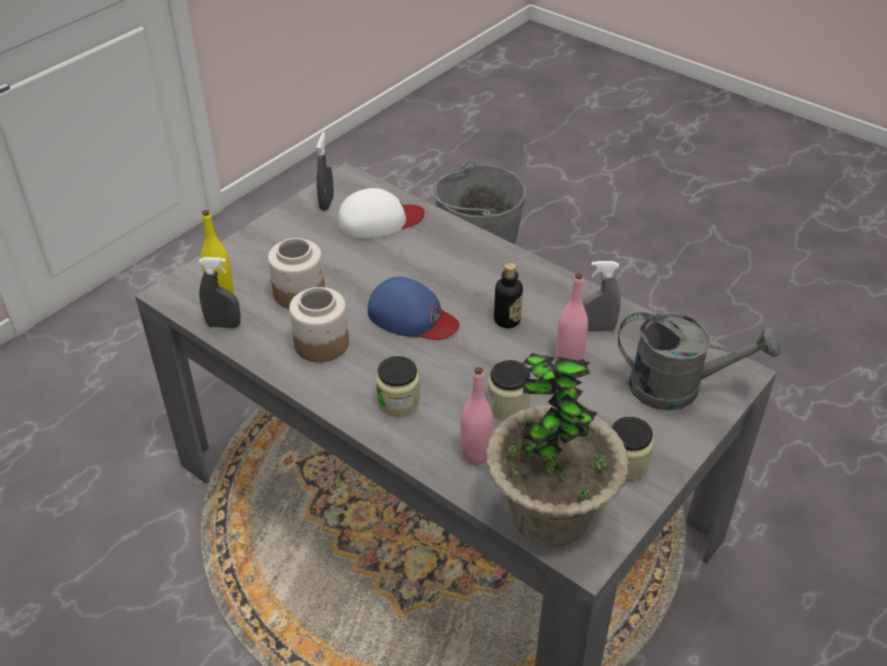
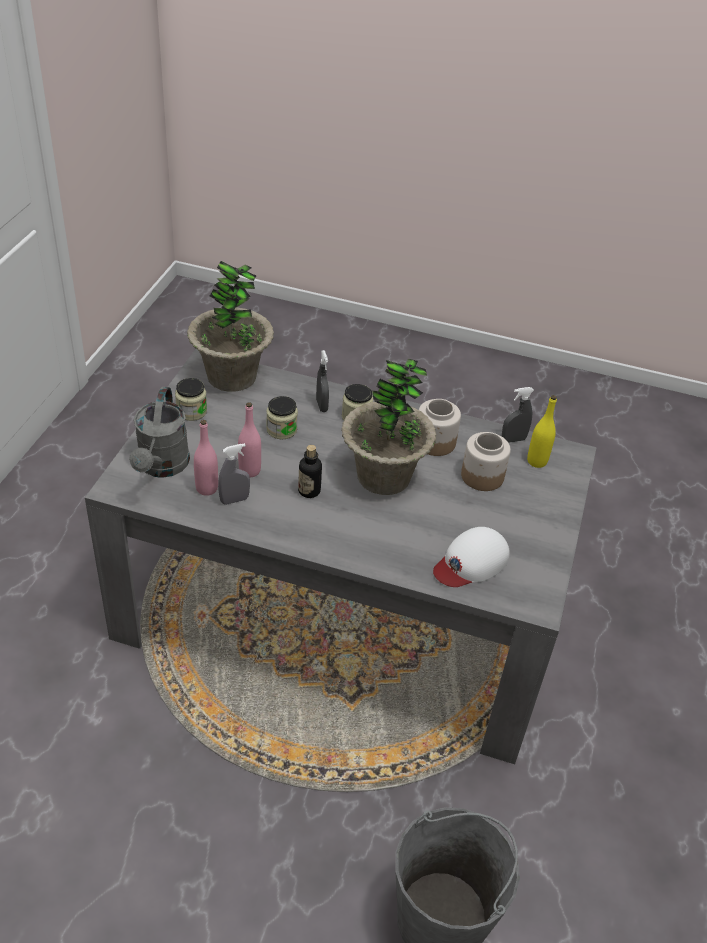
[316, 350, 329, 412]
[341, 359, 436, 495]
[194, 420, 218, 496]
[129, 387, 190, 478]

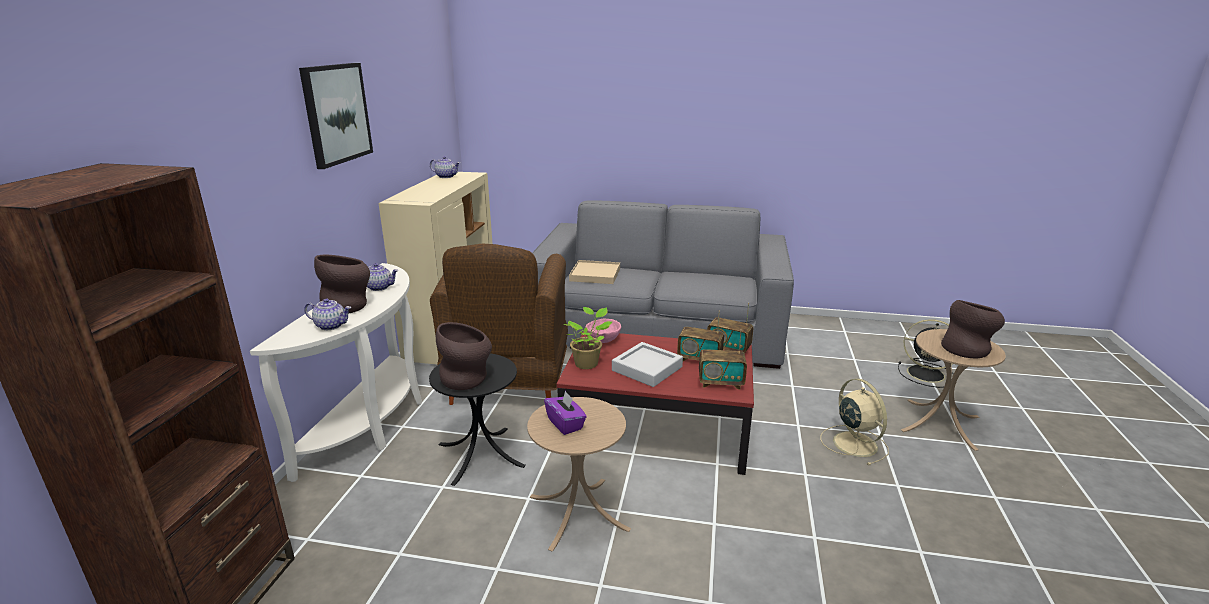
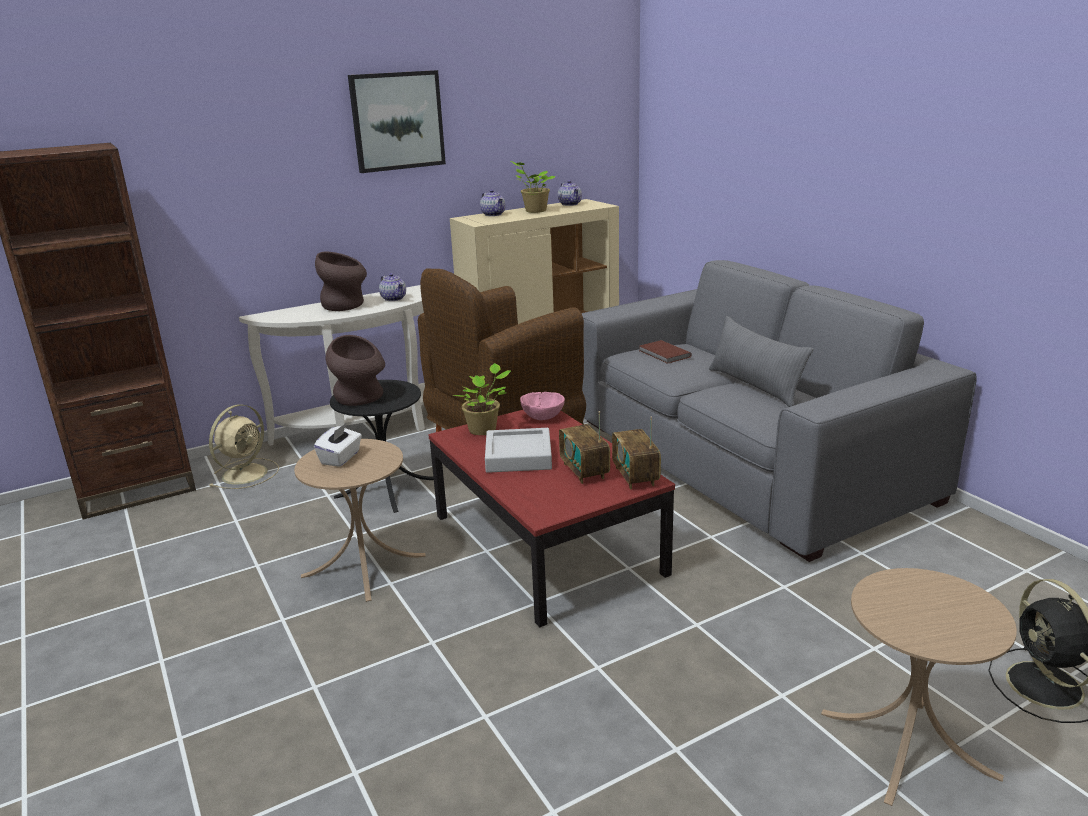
[480, 189, 505, 216]
[314, 423, 362, 467]
[639, 340, 692, 364]
[699, 329, 747, 389] (first image)
[209, 404, 279, 489]
[941, 300, 1005, 358] (first image)
[510, 161, 556, 213]
[709, 316, 813, 407]

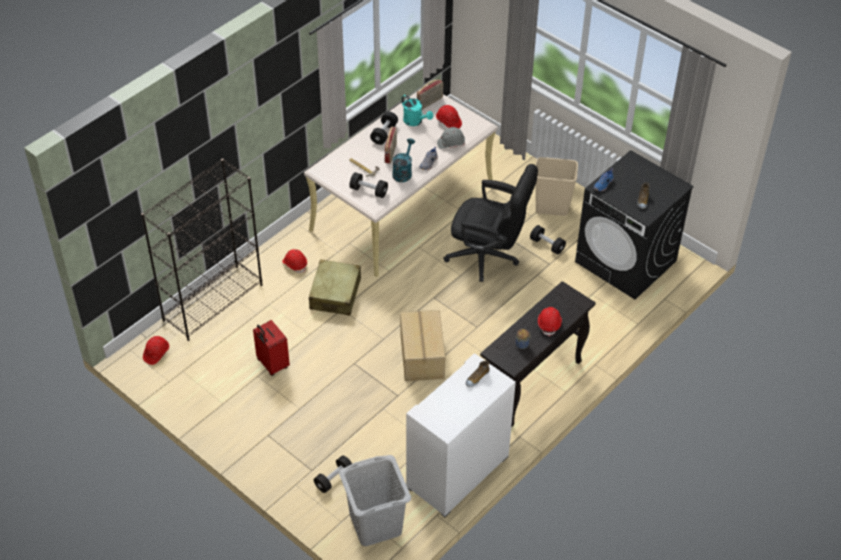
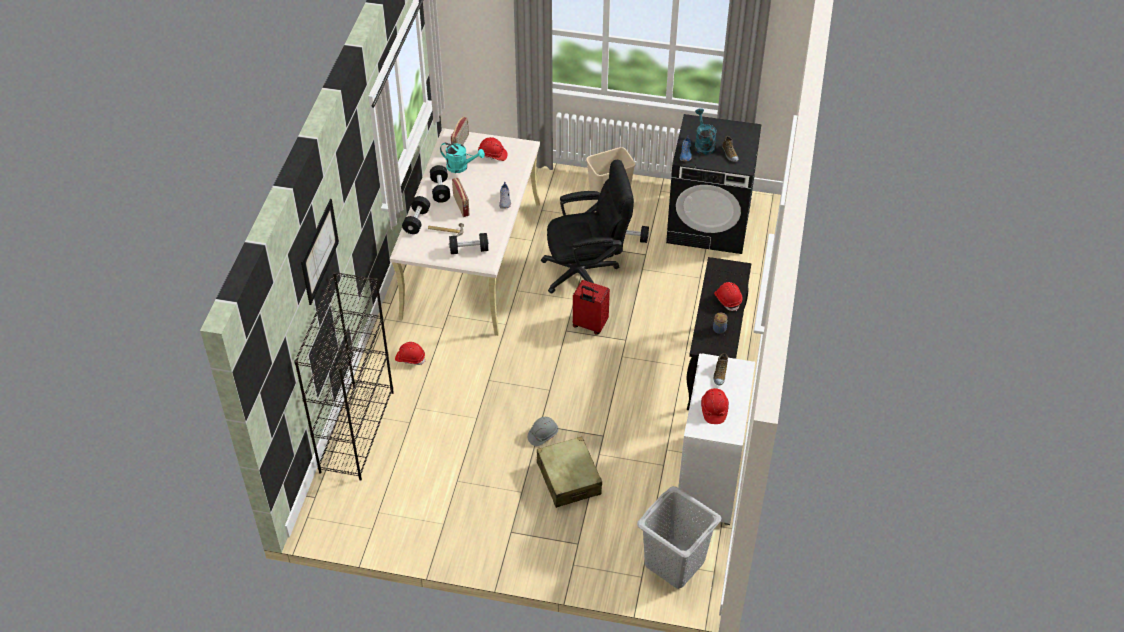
[701, 388, 729, 424]
[573, 280, 610, 335]
[537, 436, 602, 508]
[402, 196, 430, 234]
[695, 108, 717, 155]
[400, 310, 445, 381] (first image)
[527, 417, 558, 447]
[301, 199, 339, 305]

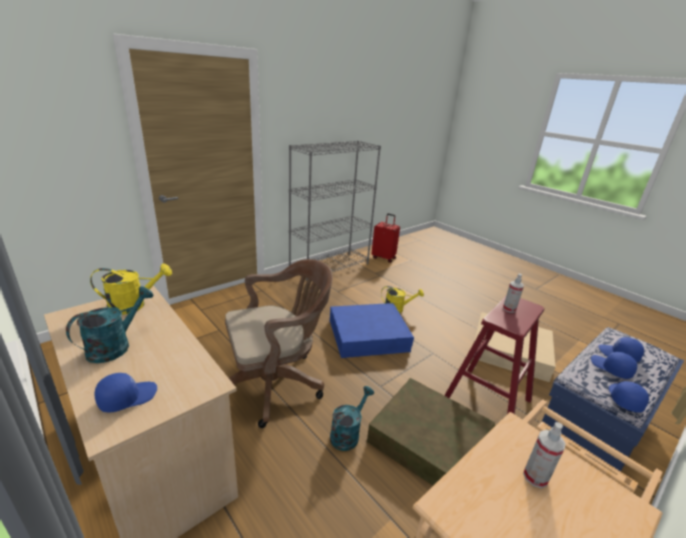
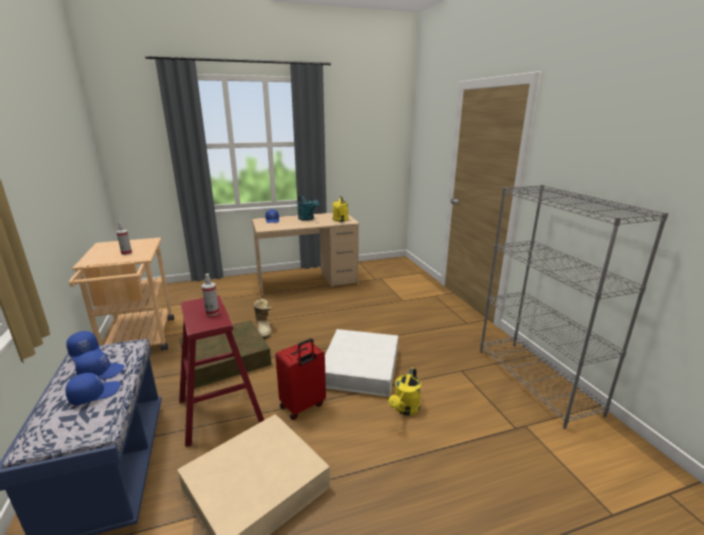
[225, 259, 333, 428] (first image)
[325, 329, 398, 397]
[254, 299, 272, 339]
[275, 338, 326, 420]

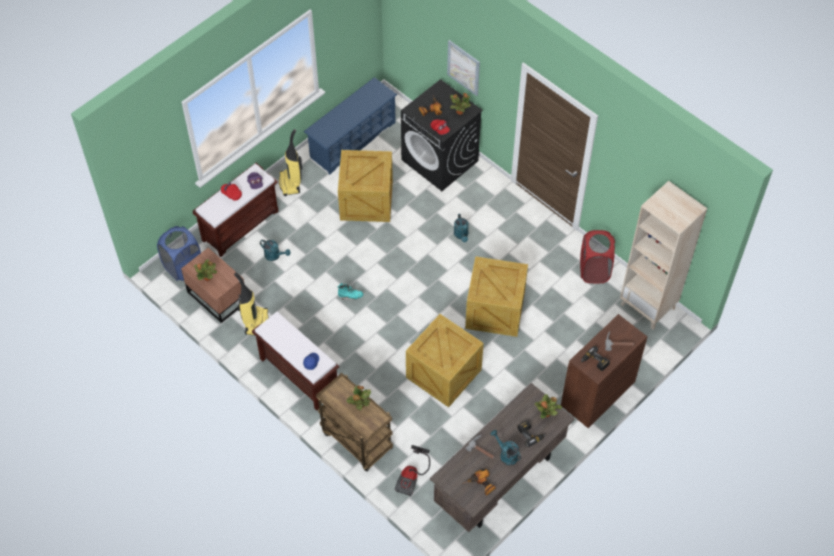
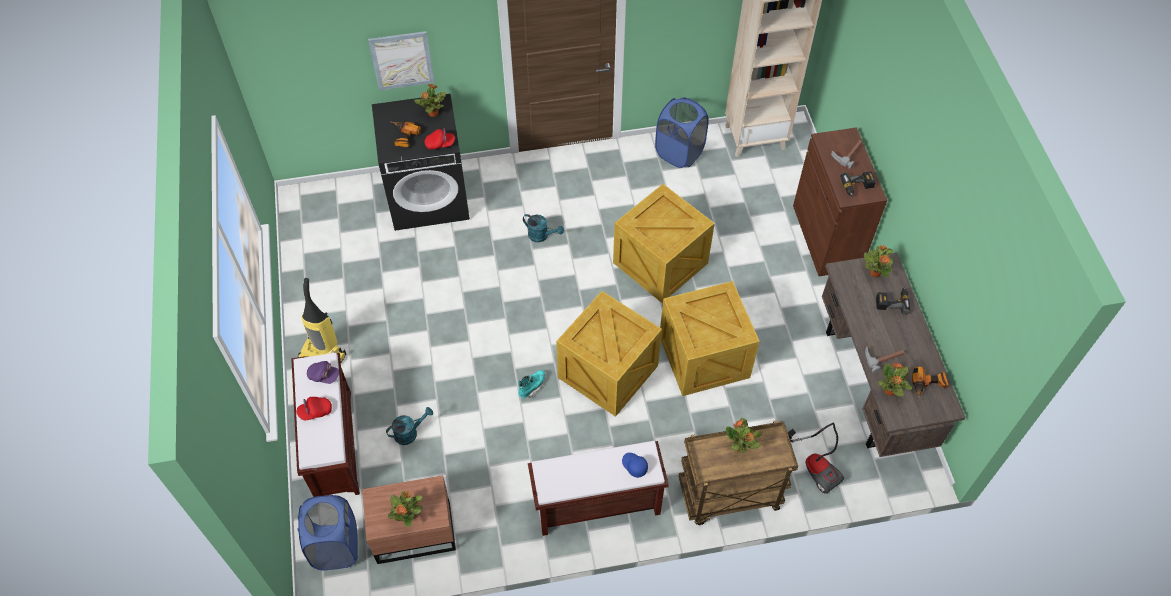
[234, 273, 268, 335] (first image)
[304, 77, 397, 175] (first image)
[556, 291, 662, 417]
[490, 430, 521, 465] (first image)
[655, 97, 709, 168]
[878, 363, 912, 397]

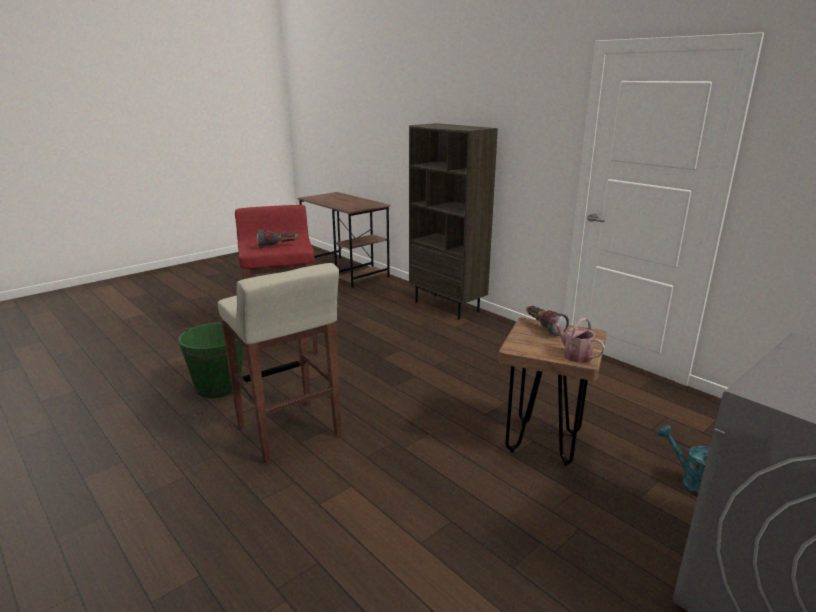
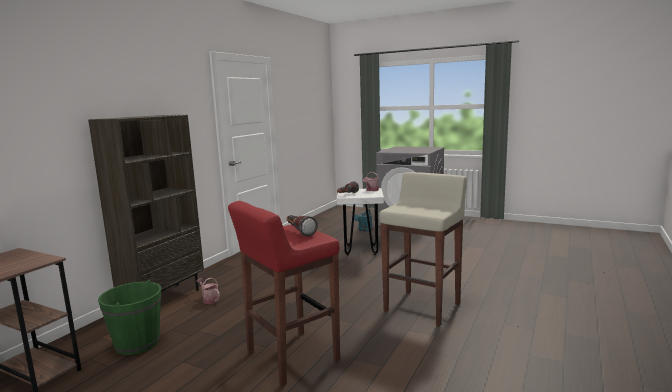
[98, 279, 161, 355]
[337, 188, 384, 256]
[196, 277, 220, 304]

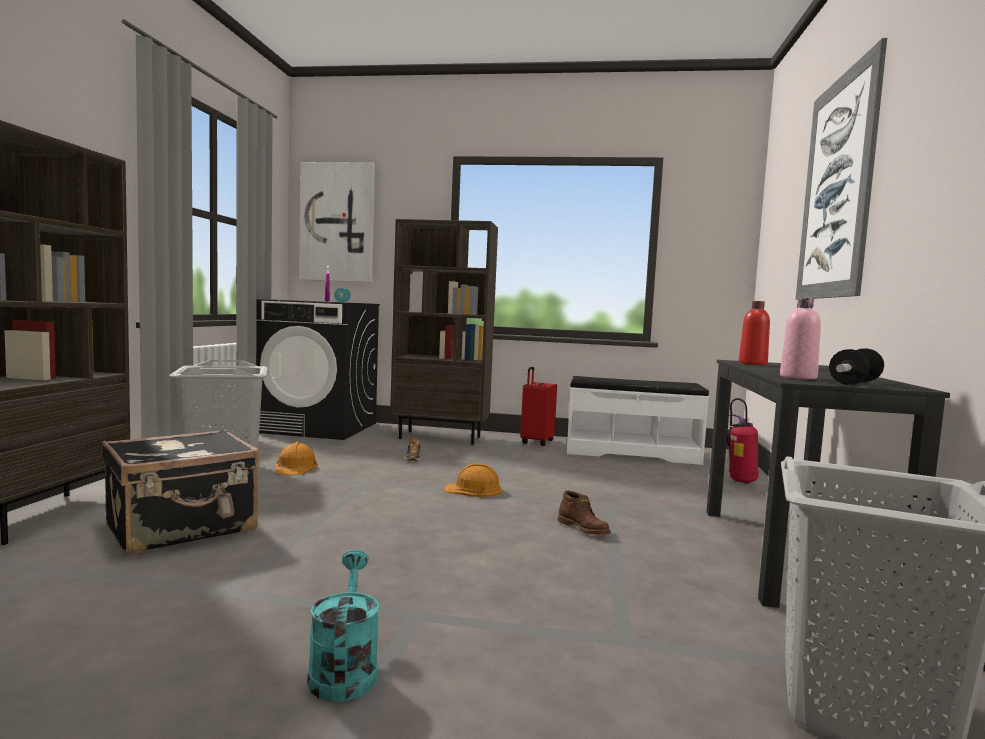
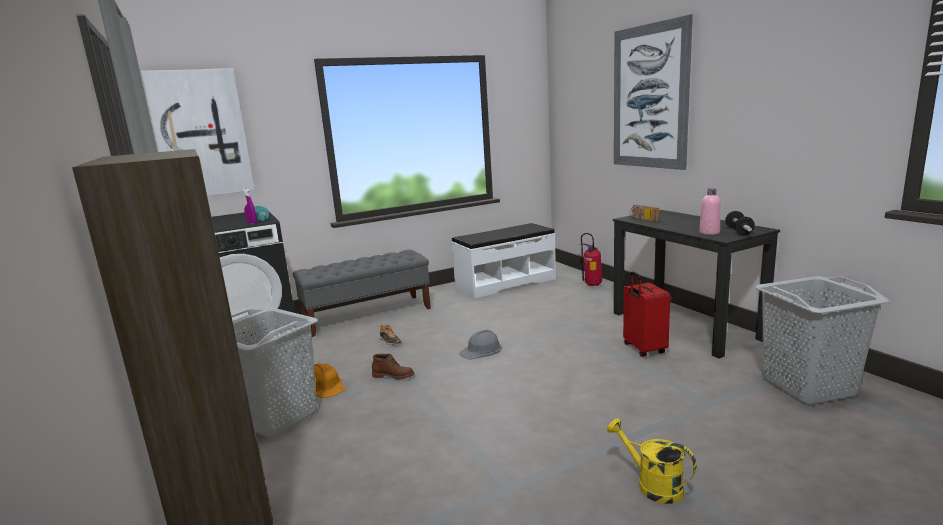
[102, 429, 259, 555] (first image)
[607, 418, 697, 504]
[292, 250, 431, 337]
[459, 329, 502, 360]
[623, 271, 670, 357]
[372, 354, 414, 379]
[630, 204, 659, 222]

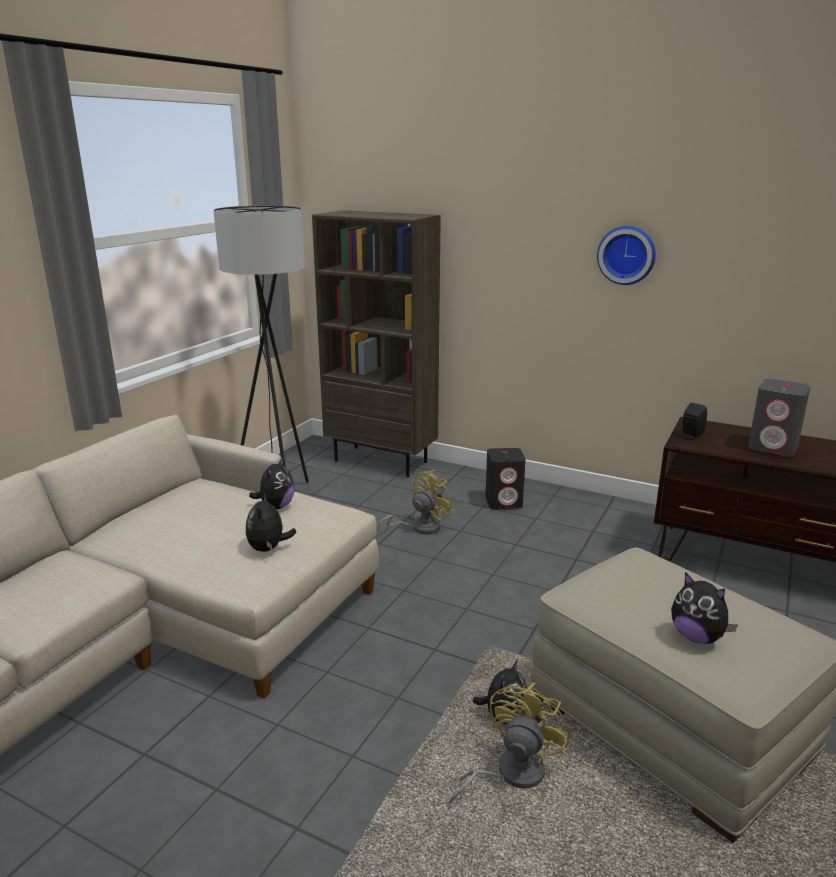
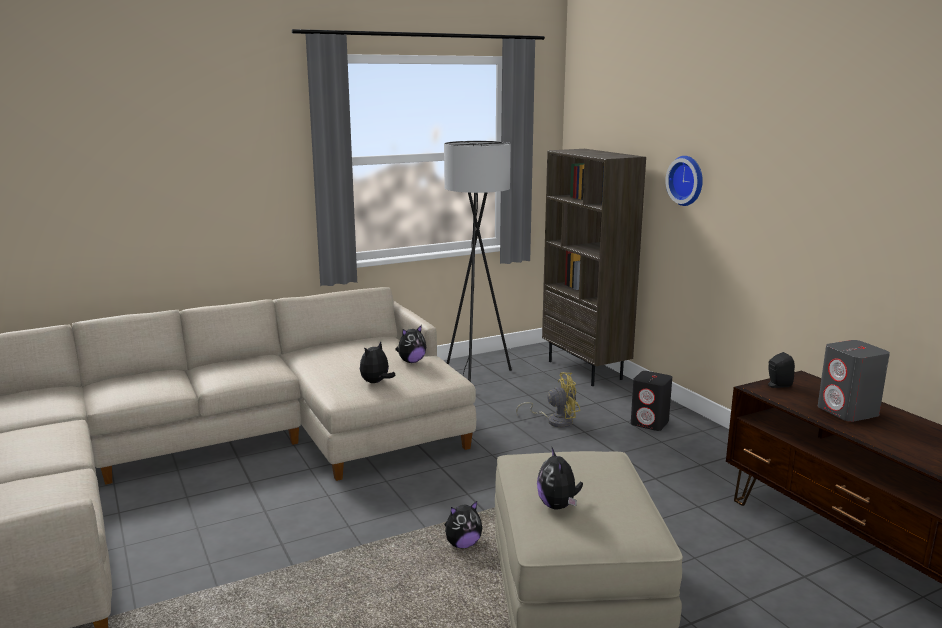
[448, 682, 570, 805] (first image)
[665, 156, 703, 206]

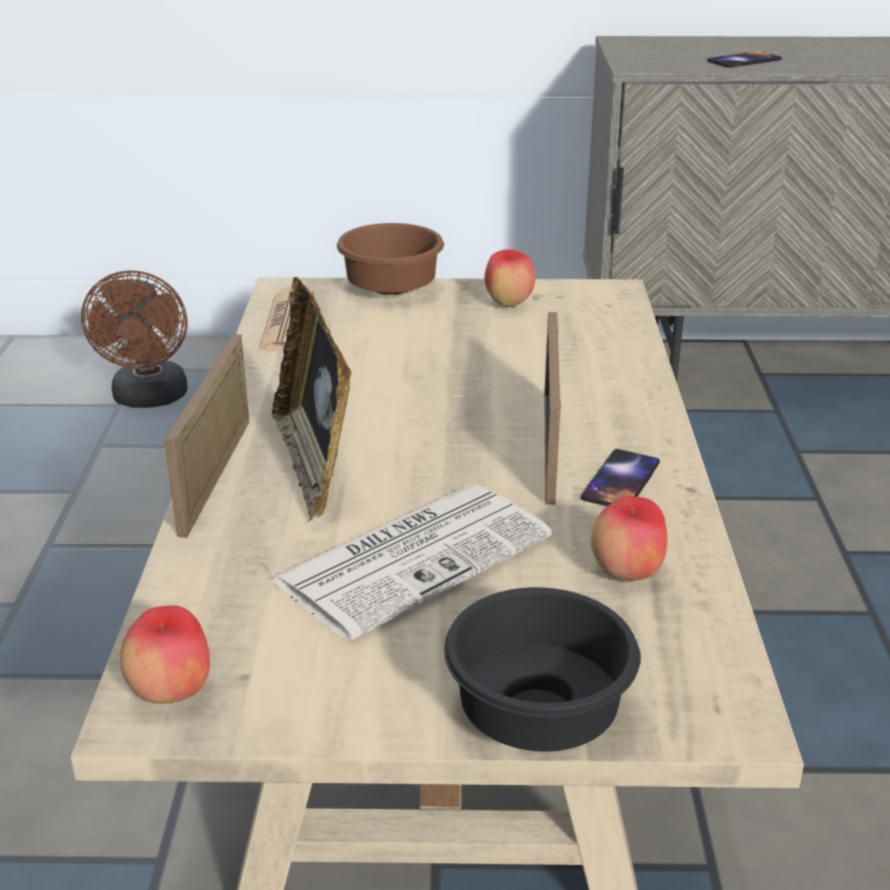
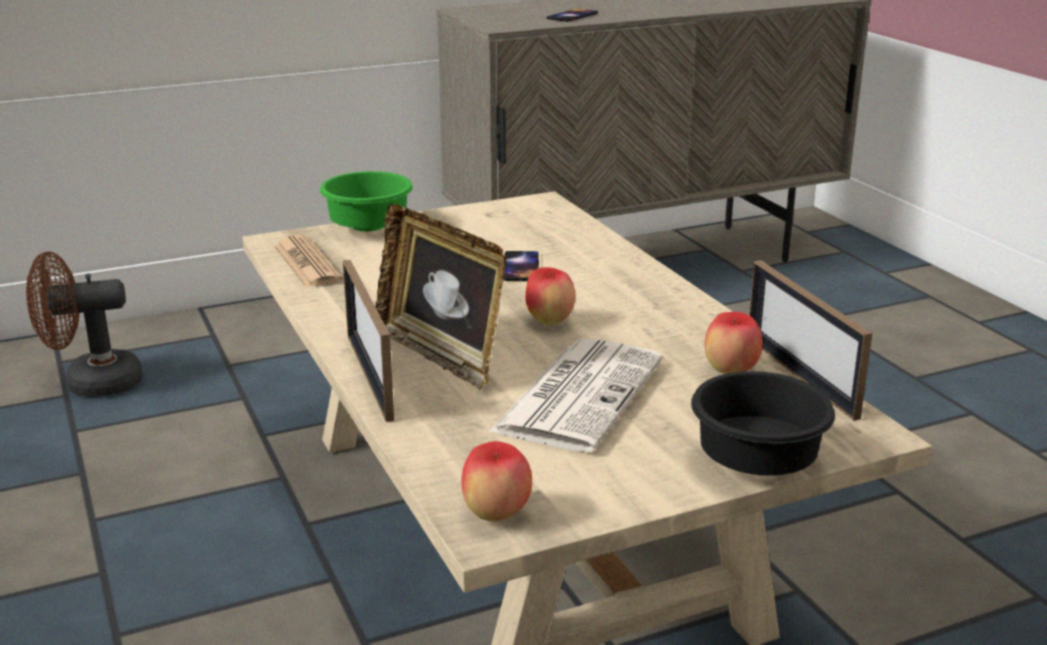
[26, 251, 143, 397]
[320, 171, 413, 231]
[525, 267, 575, 325]
[749, 260, 873, 421]
[503, 251, 539, 281]

